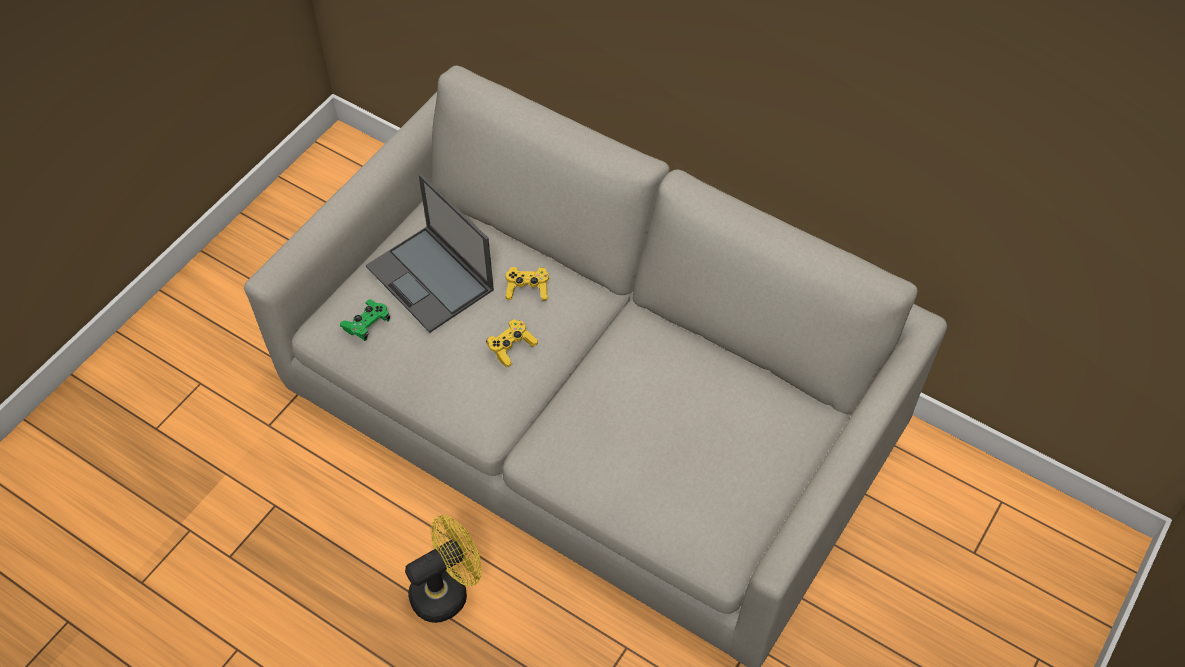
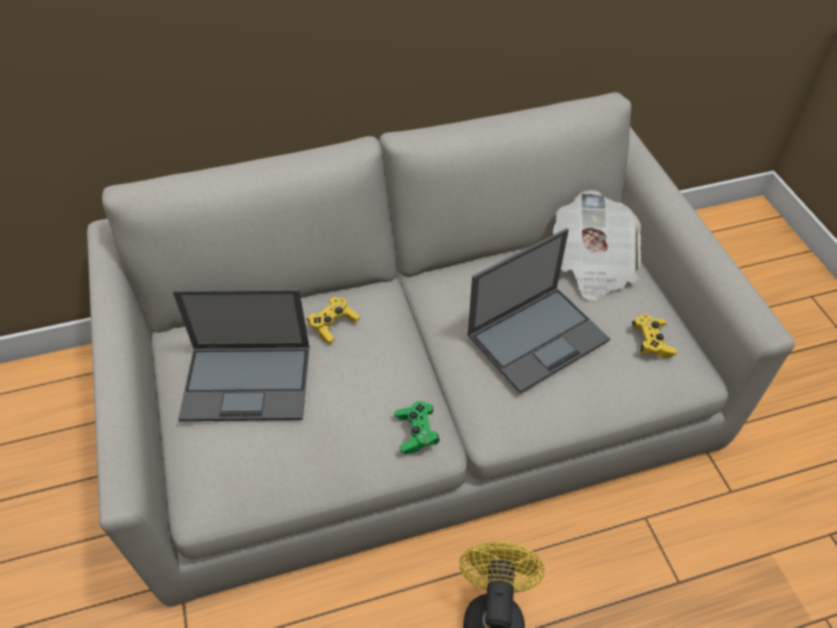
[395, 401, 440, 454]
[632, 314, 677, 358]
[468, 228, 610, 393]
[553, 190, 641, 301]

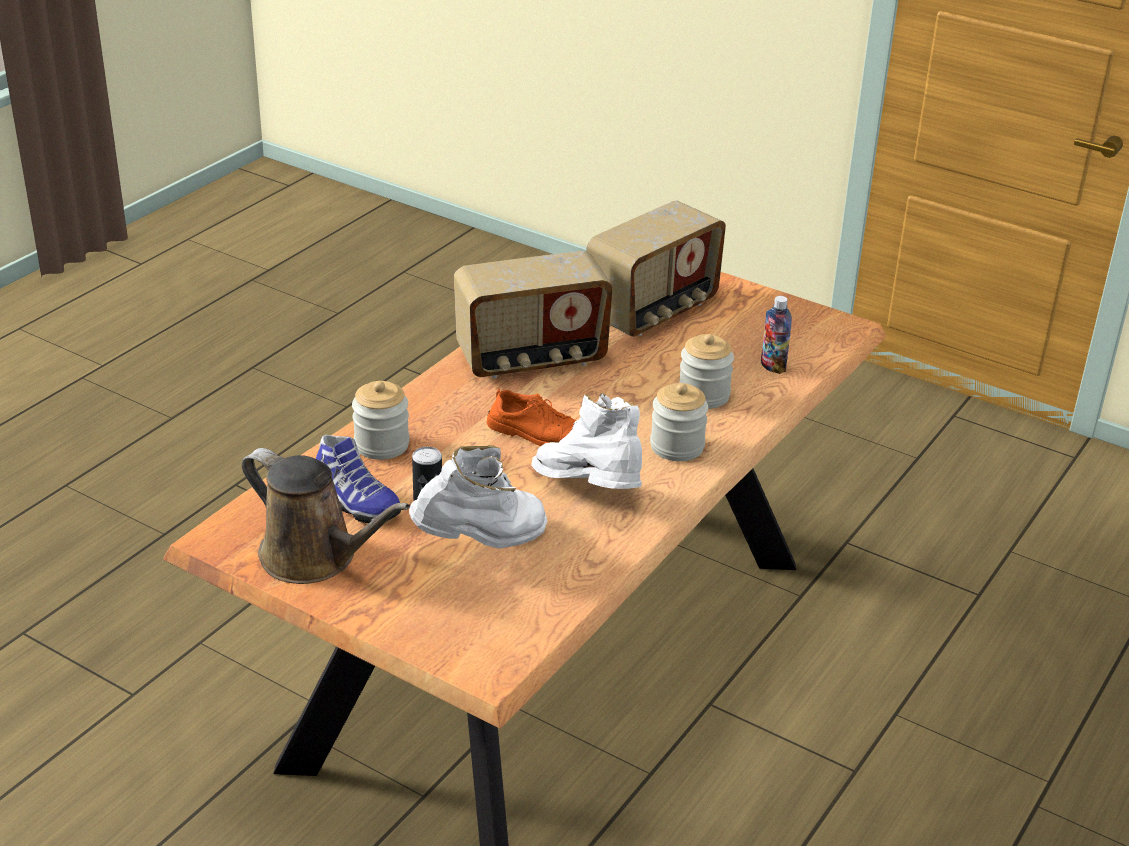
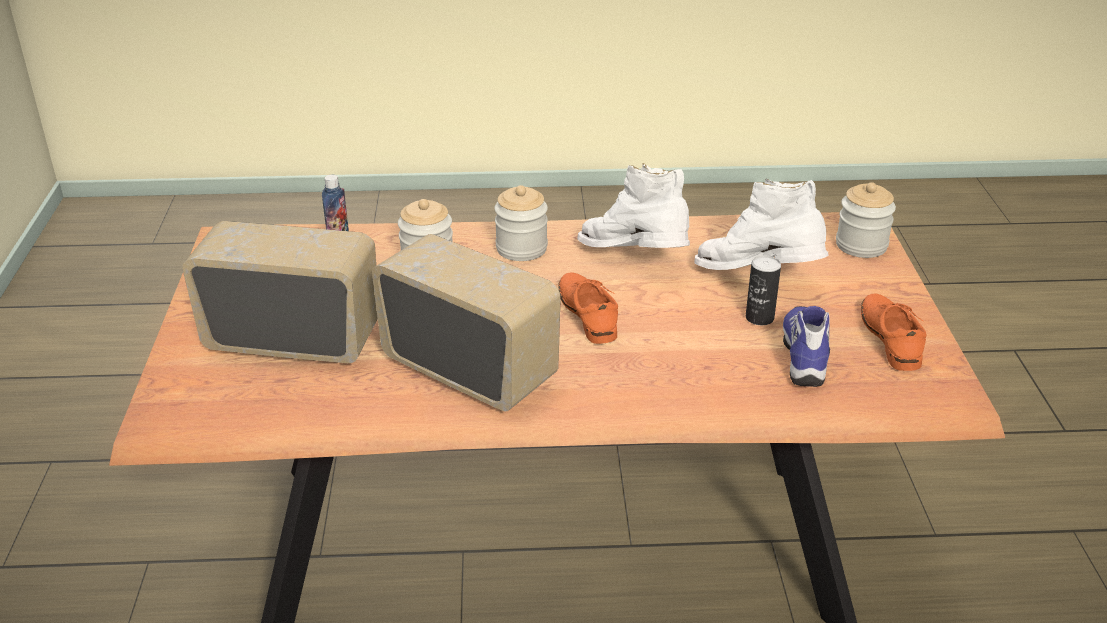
[861, 293, 926, 371]
[836, 182, 896, 258]
[577, 163, 690, 248]

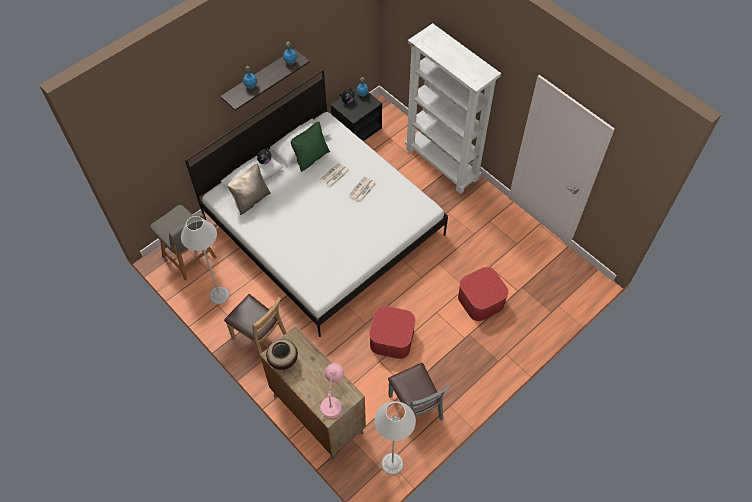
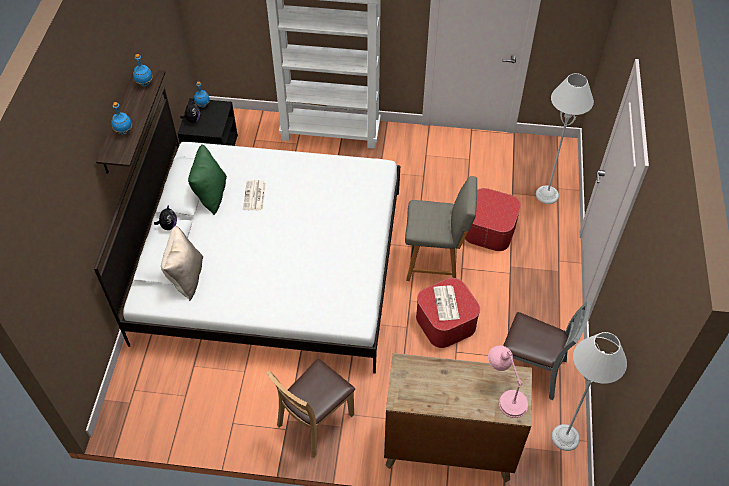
[405, 176, 477, 281]
[536, 73, 594, 204]
[266, 359, 355, 458]
[266, 339, 298, 370] (first image)
[433, 285, 460, 321]

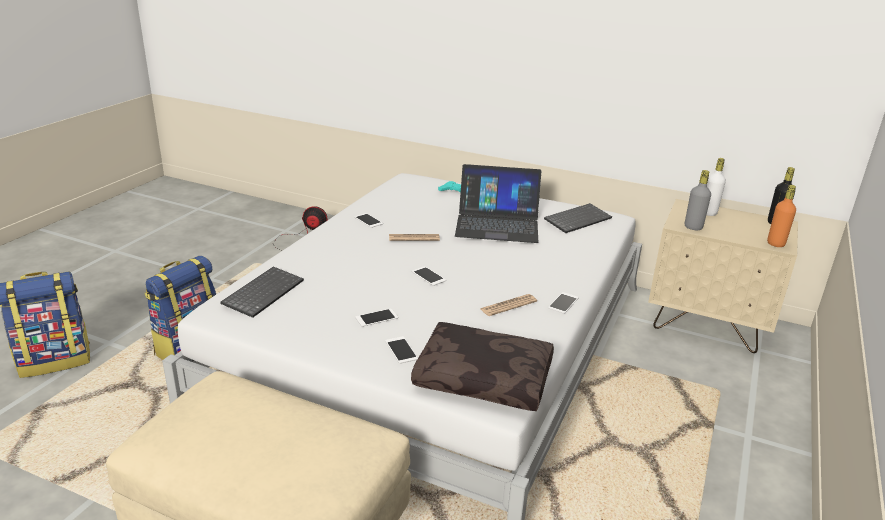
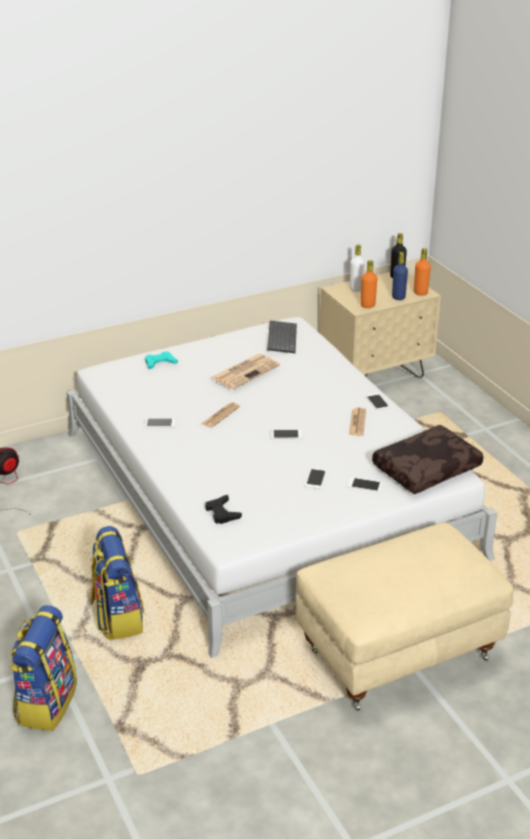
[205, 495, 242, 524]
[211, 354, 280, 389]
[361, 260, 377, 308]
[392, 252, 408, 300]

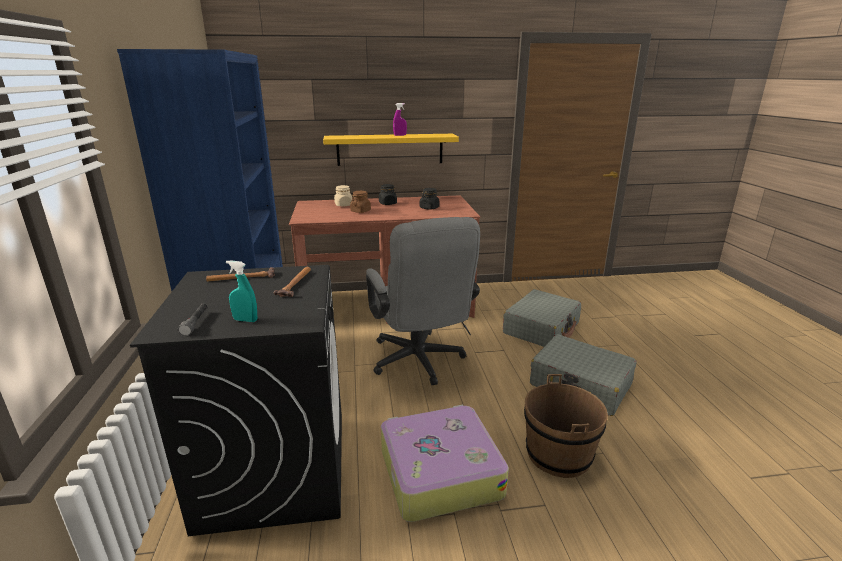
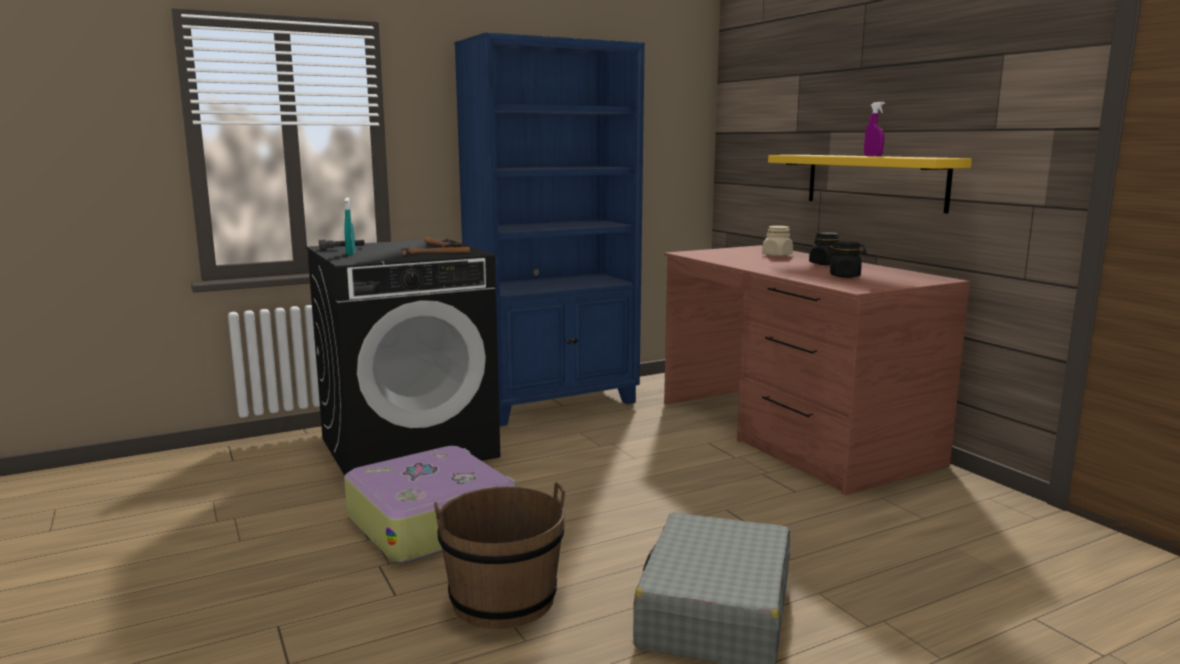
[350, 191, 371, 213] (first image)
[366, 217, 480, 385] (first image)
[503, 289, 581, 347] (first image)

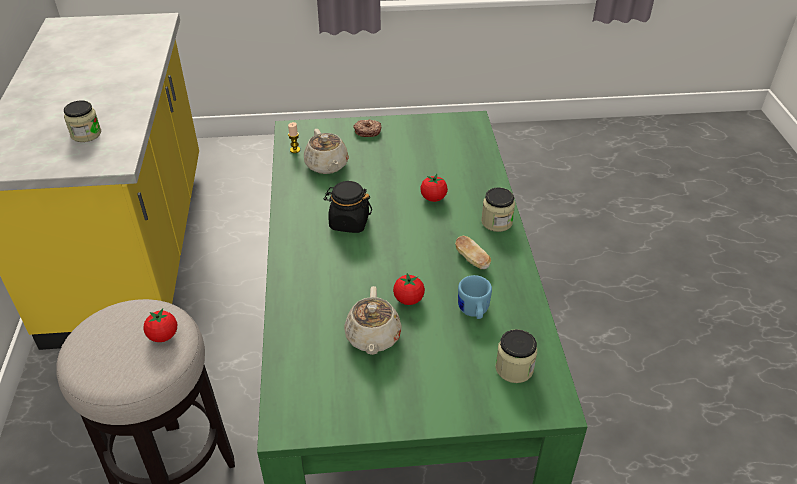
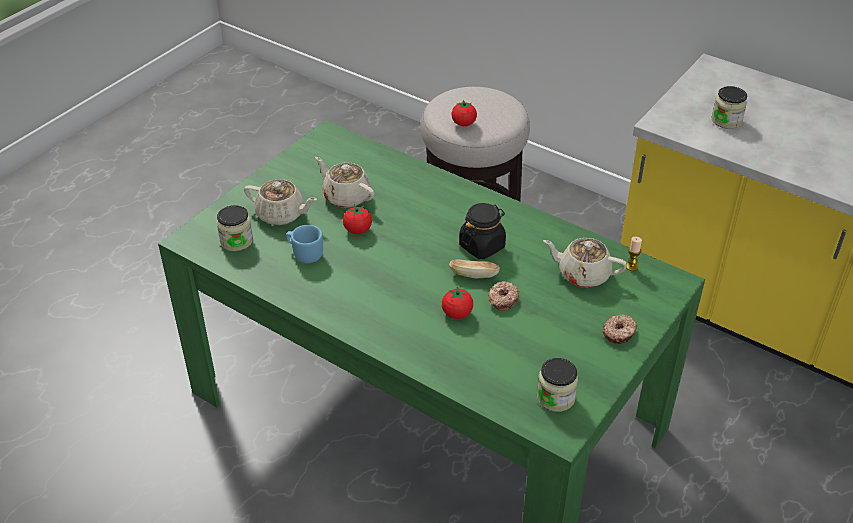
[449, 259, 500, 278]
[537, 358, 578, 412]
[244, 179, 317, 225]
[488, 281, 519, 311]

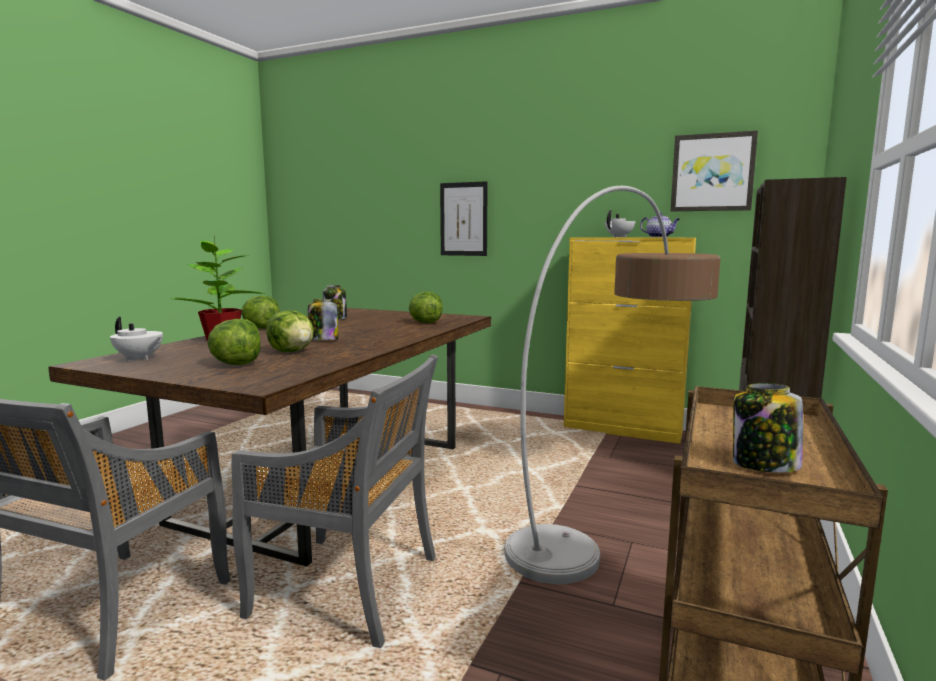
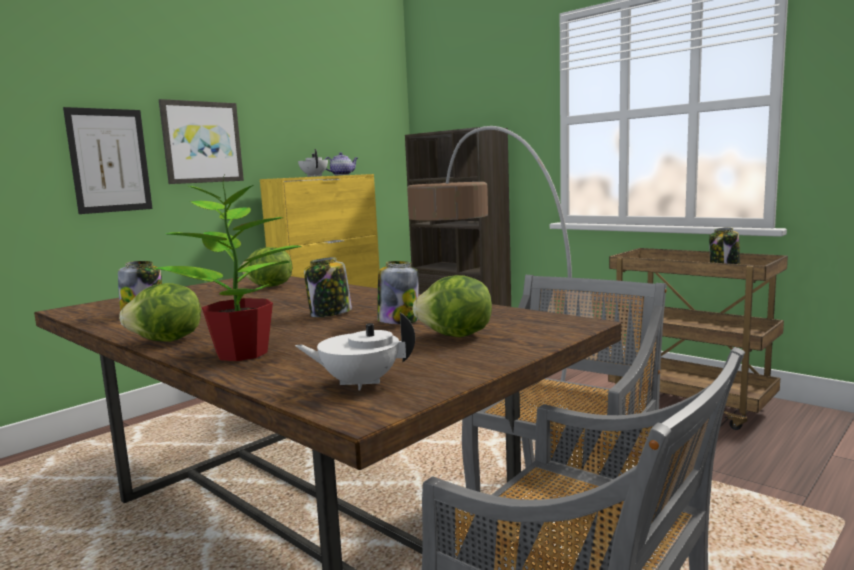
[295, 312, 415, 391]
[377, 261, 418, 324]
[159, 99, 244, 184]

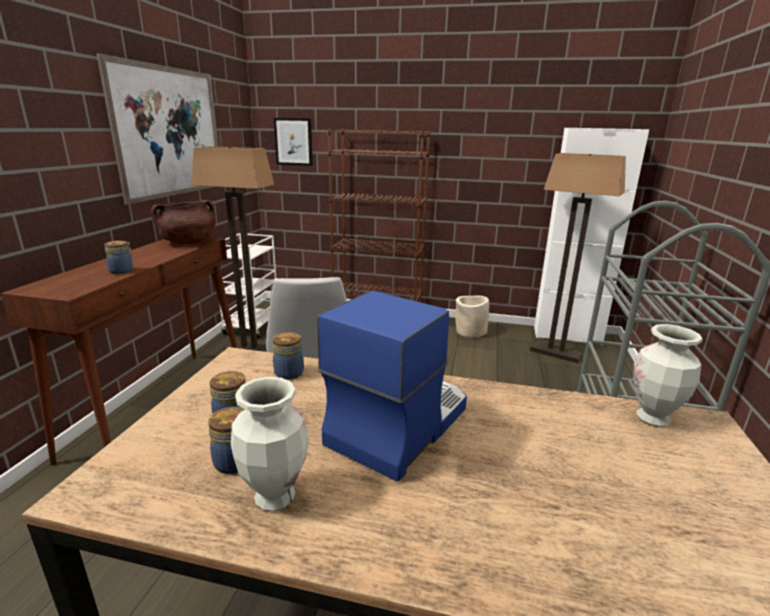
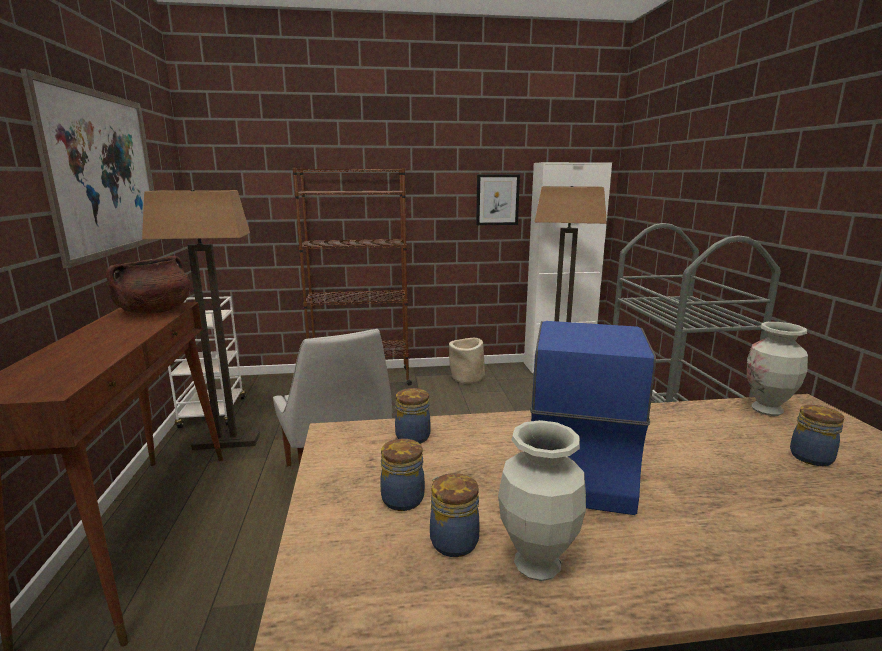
[790, 405, 844, 466]
[476, 174, 520, 225]

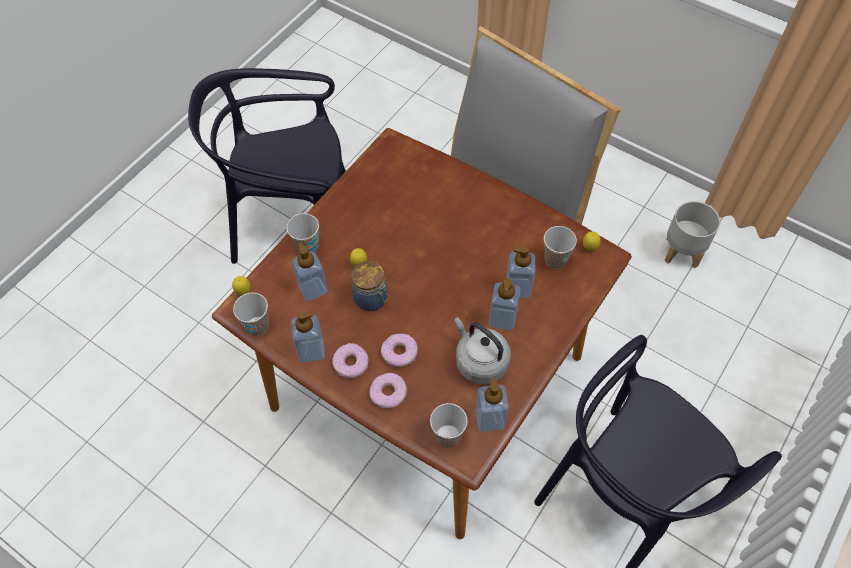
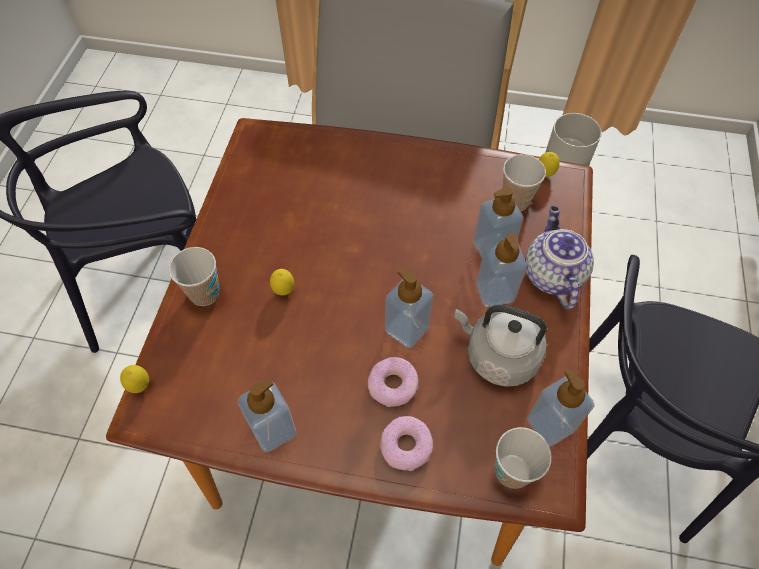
[233, 292, 269, 336] (first image)
[385, 268, 434, 348]
[332, 343, 368, 378] (first image)
[351, 261, 388, 311] (first image)
[525, 206, 594, 309]

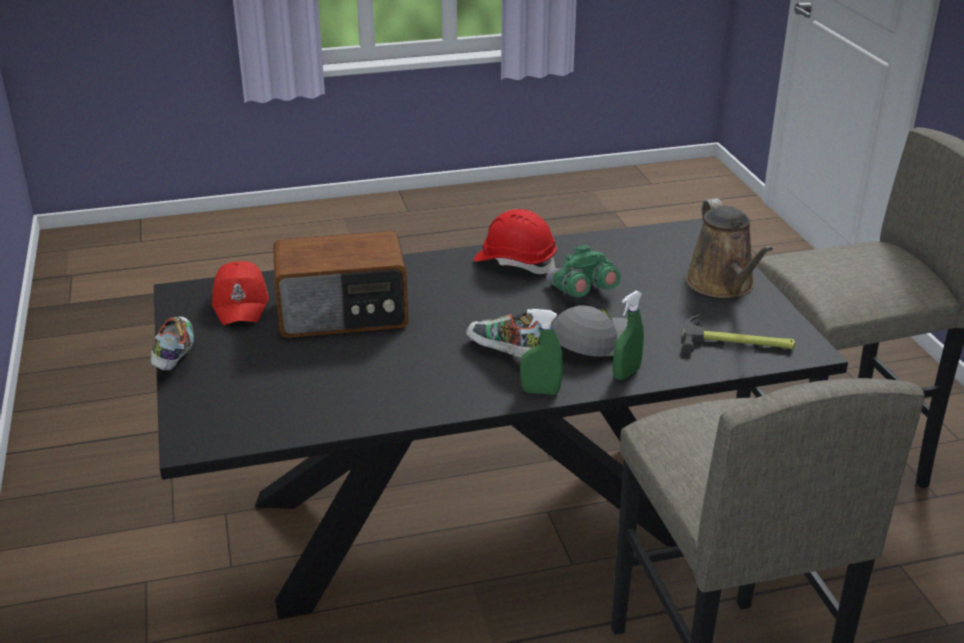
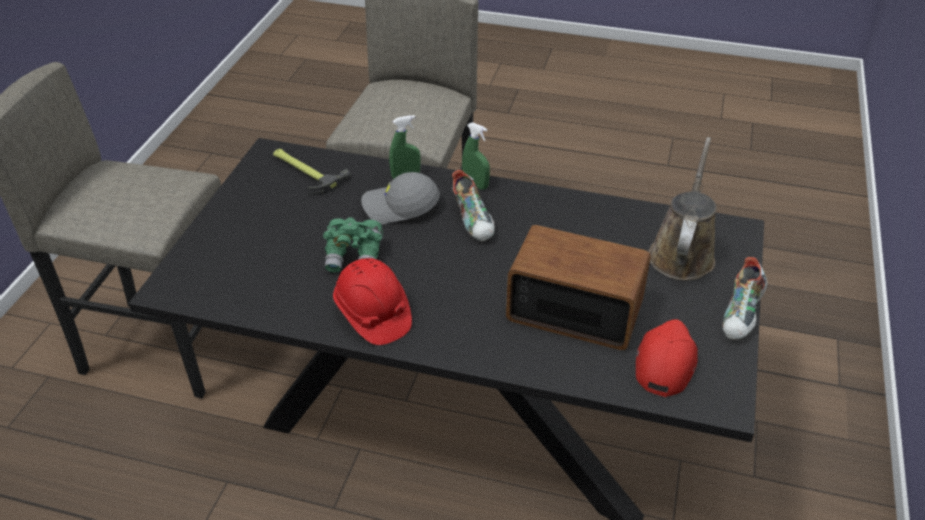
[648, 137, 717, 280]

